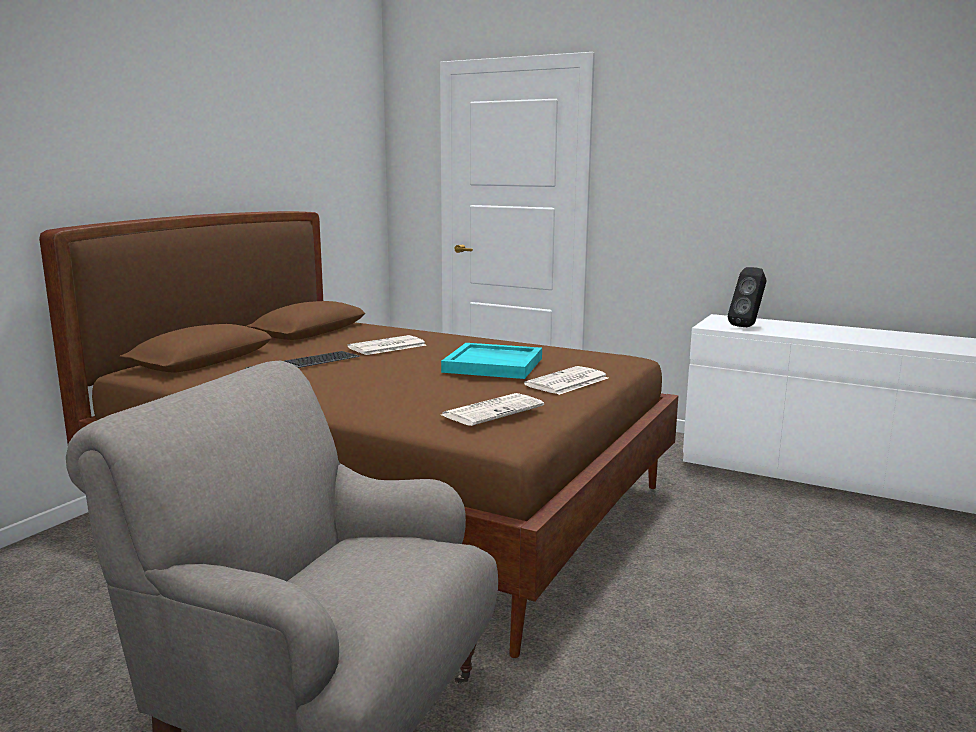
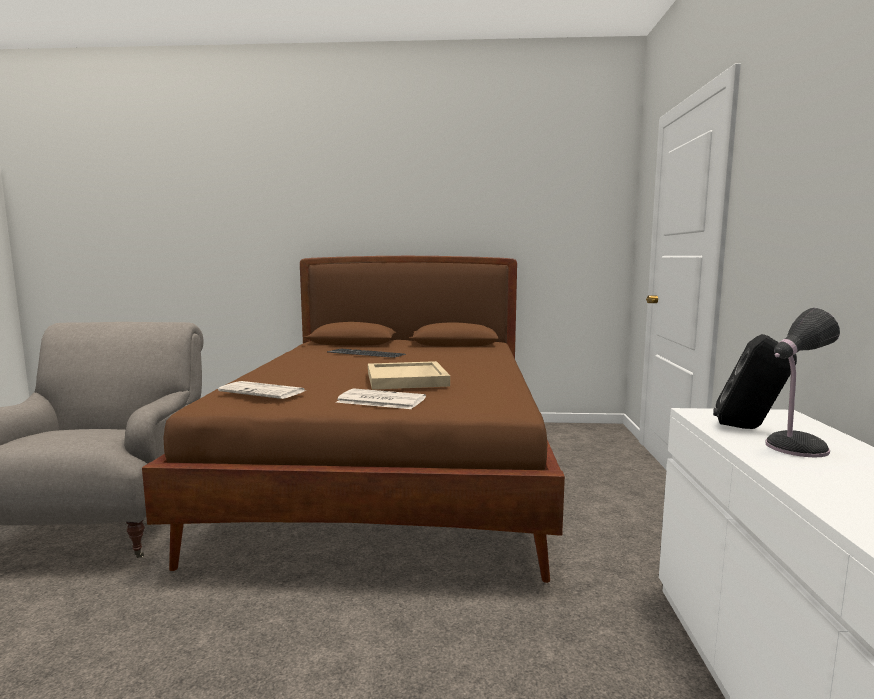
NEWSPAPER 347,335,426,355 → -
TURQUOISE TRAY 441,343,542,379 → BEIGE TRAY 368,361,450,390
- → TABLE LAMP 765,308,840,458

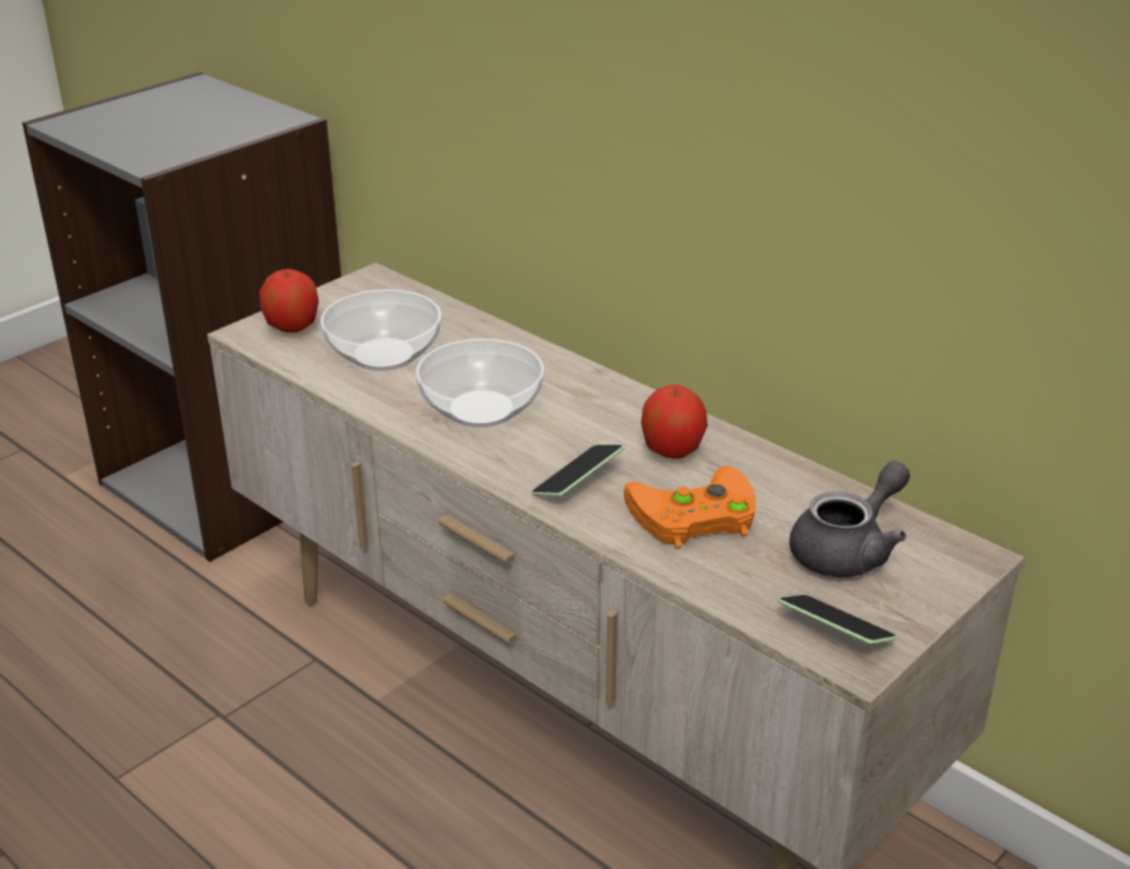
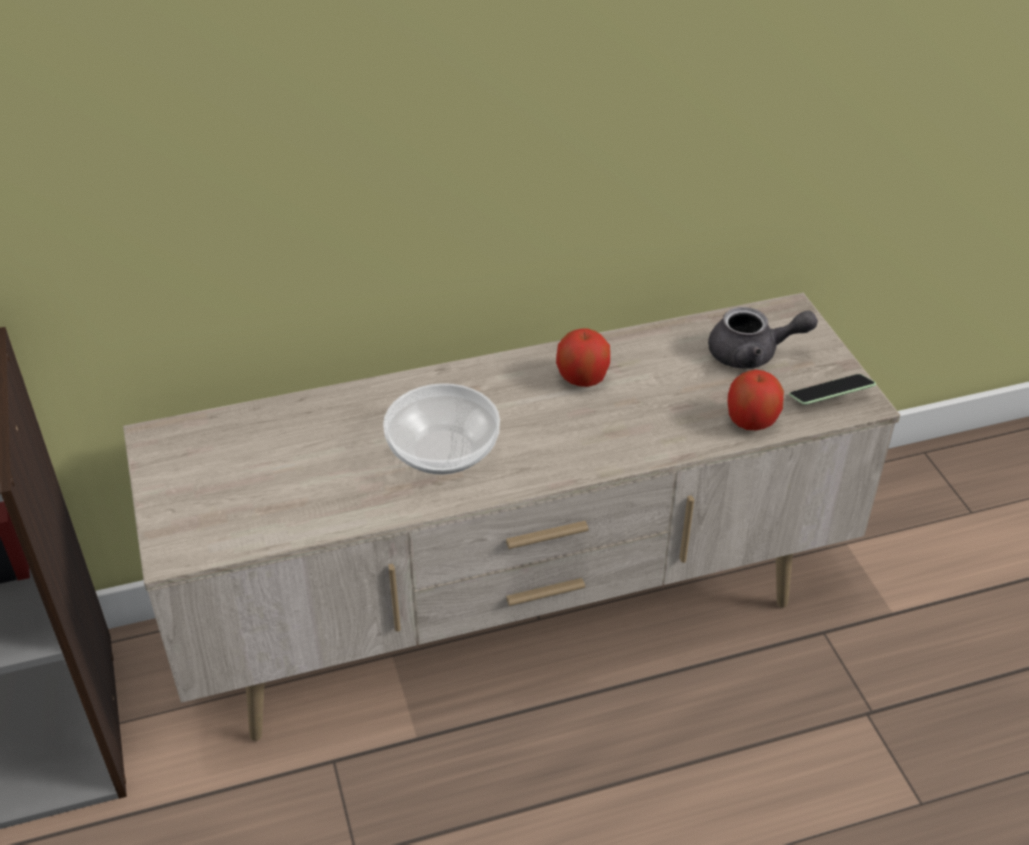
APPLE 259,269,319,333 → APPLE 728,369,784,430, shifted
BOWL 320,289,441,371 → -
PHONE 531,445,624,496 → -
GREY TEAPOT 790,461,910,578 → GREY TEAPOT 708,307,818,369, 105 degrees clockwise
ORANGE GAME CONTROLLER 624,466,756,549 → -

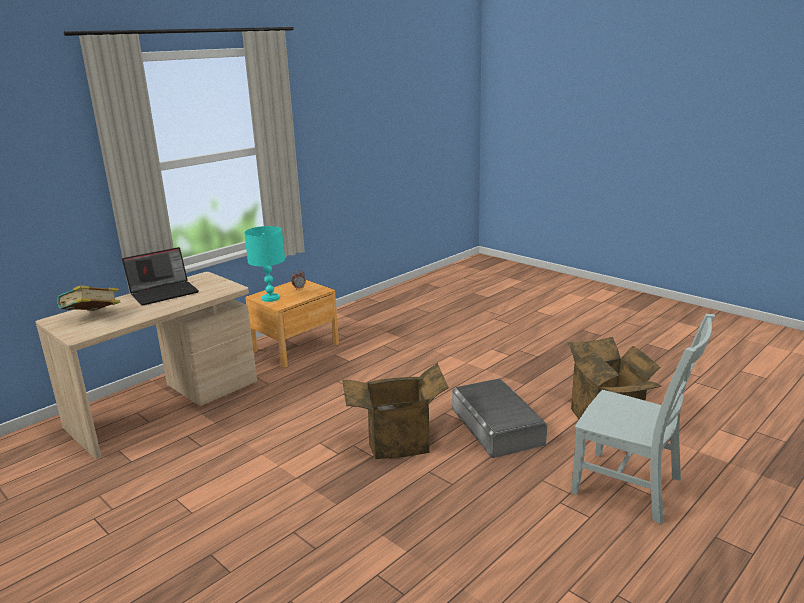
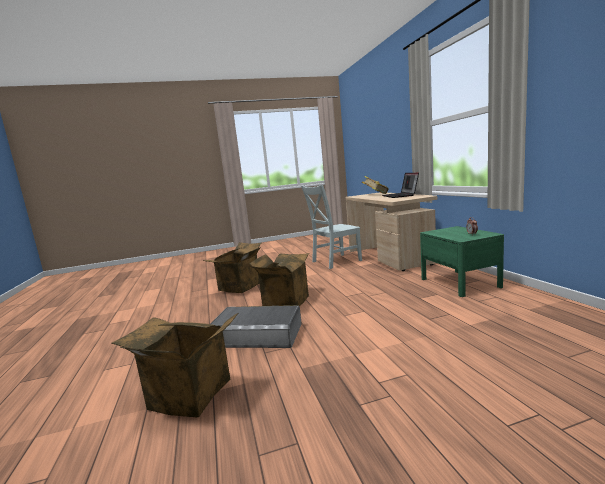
TURQUOISE TABLE LAMP 244,226,285,302 → -
BROWN NIGHTSTAND 245,279,339,368 → GREEN NIGHTSTAND 420,226,504,297
GREY CHAIR 571,314,715,524 → GREY CHAIR 301,185,362,269, shifted
- → CARDBOARD BOX 203,242,262,293

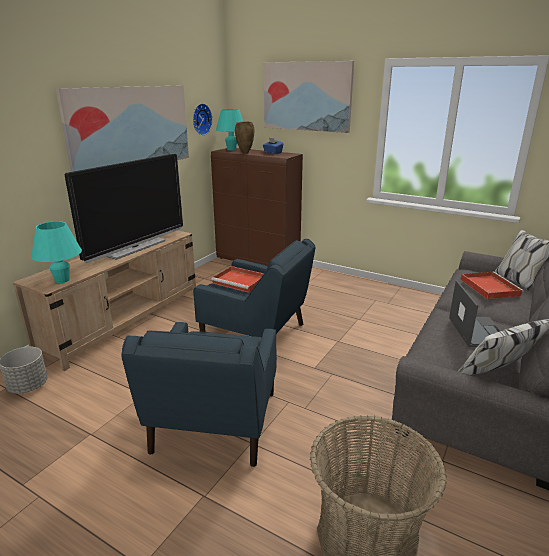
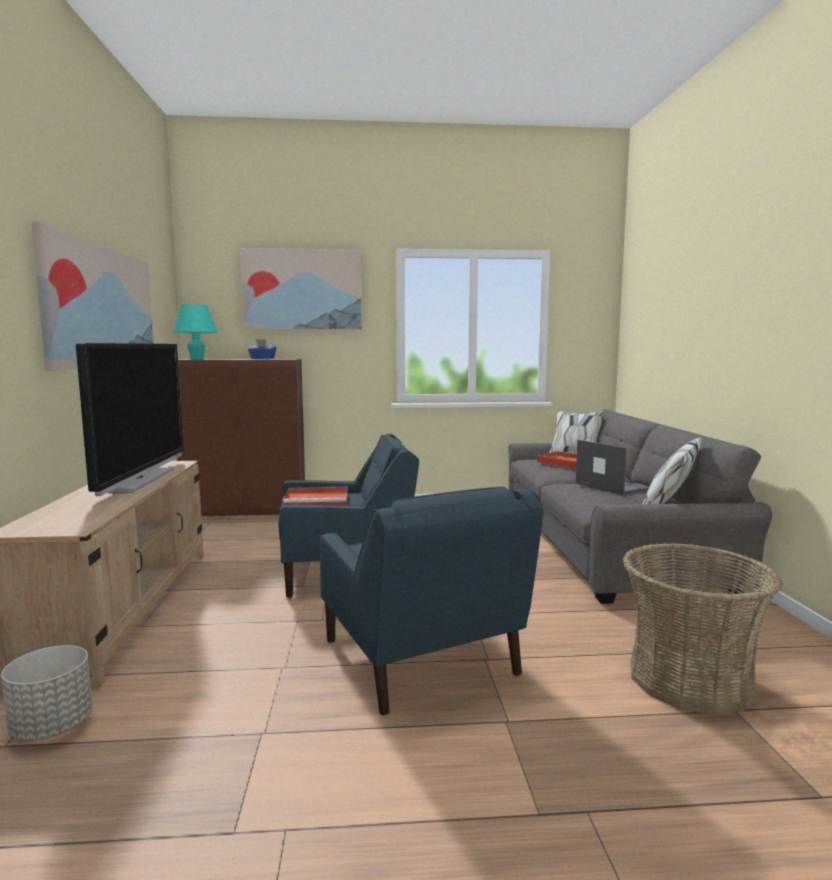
WALL CLOCK 193,103,212,135 → -
BROWN VASE 235,122,254,154 → -
TURQUOISE TABLE LAMP 31,221,82,283 → -

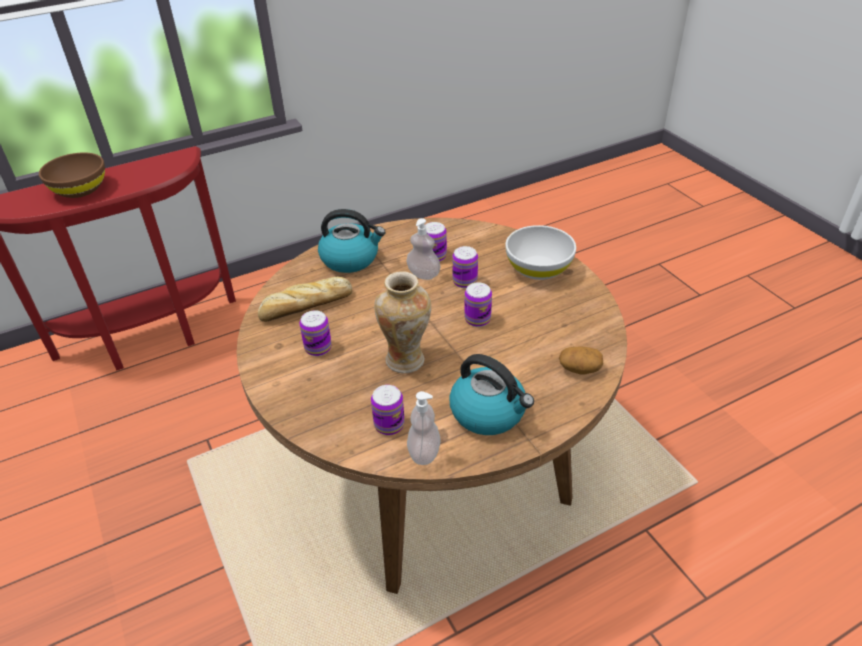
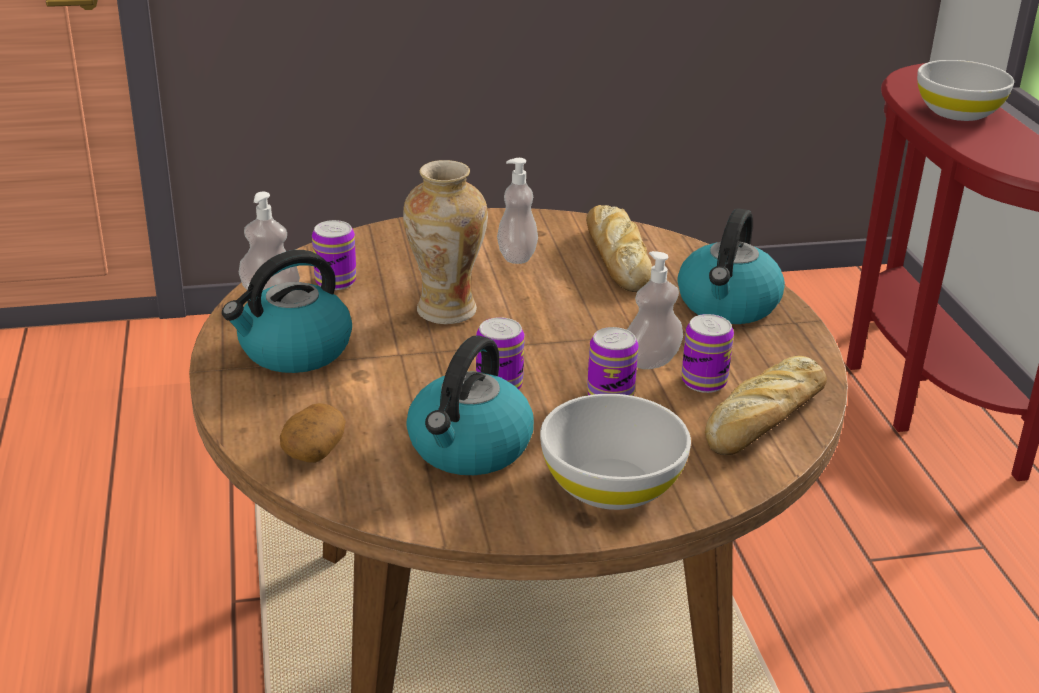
BROWN BOWL 39,152,105,198 → WHITE BOWL 917,60,1014,121
CAN 299,310,332,356 → SOAP DISPENSER 497,158,538,264
- → KETTLE 406,335,534,475
- → BREAD 705,356,827,455

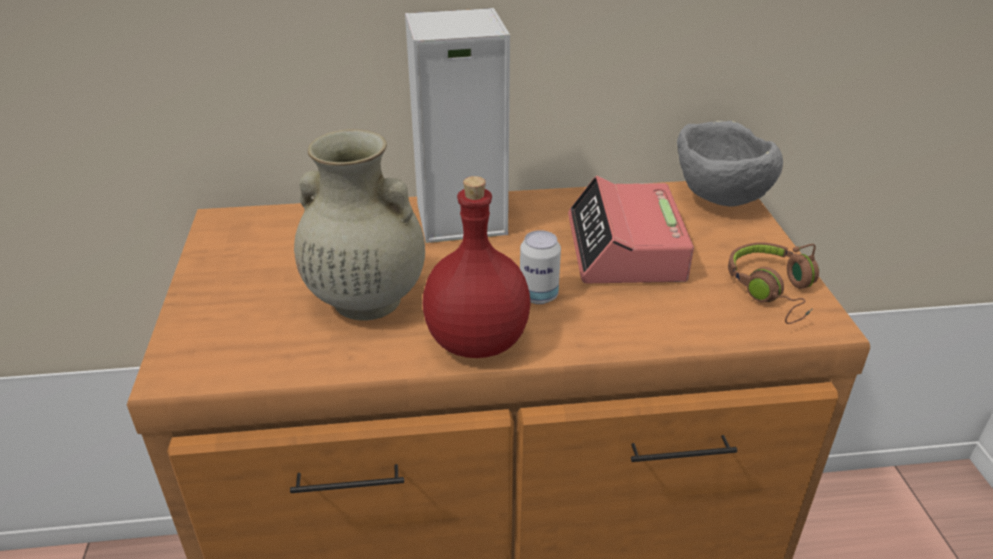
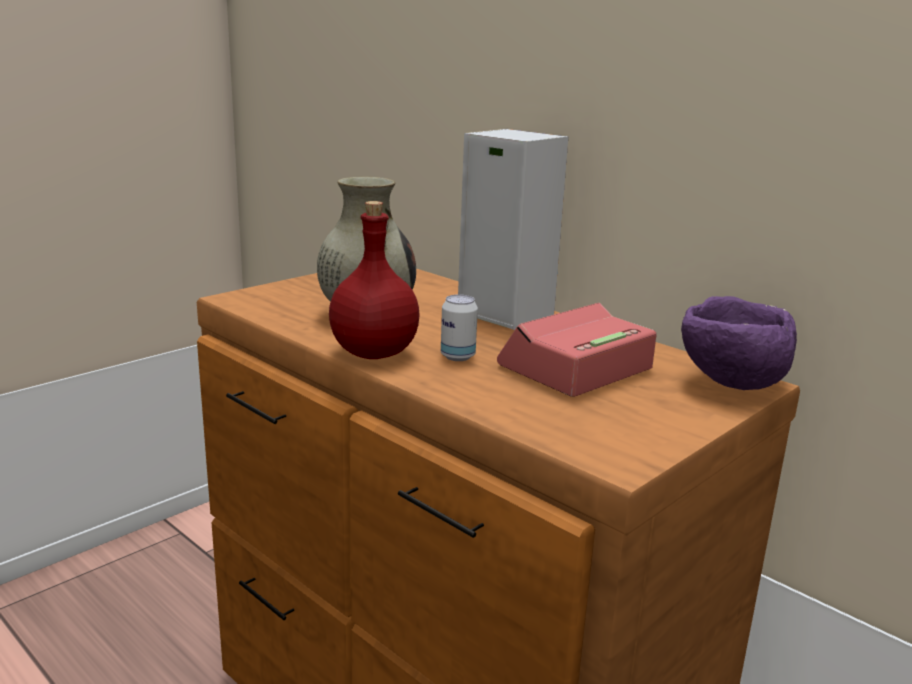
GREY BOWL 677,120,783,207 → PURPLE BOWL 681,296,797,390
BROWN HEADPHONES 728,242,819,324 → -

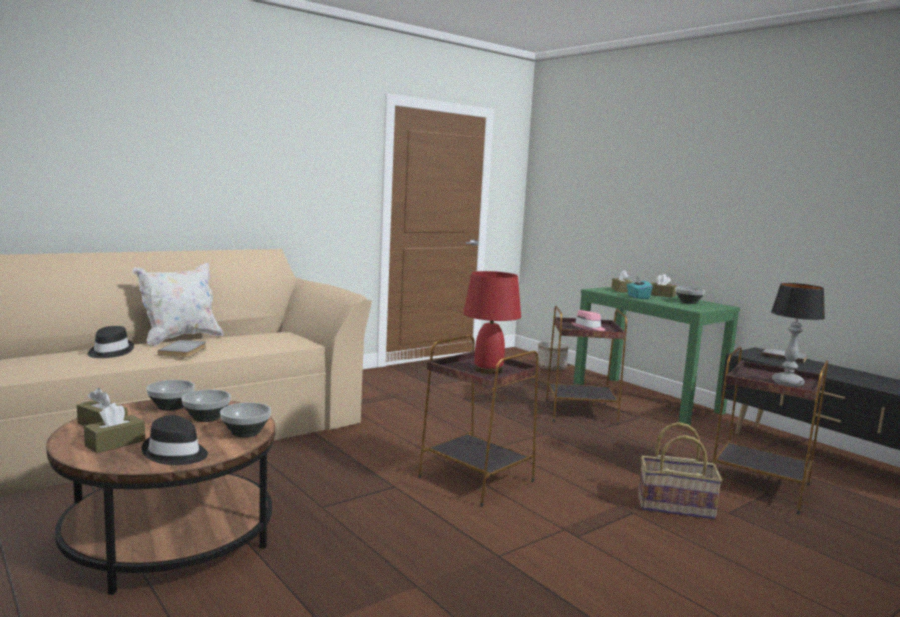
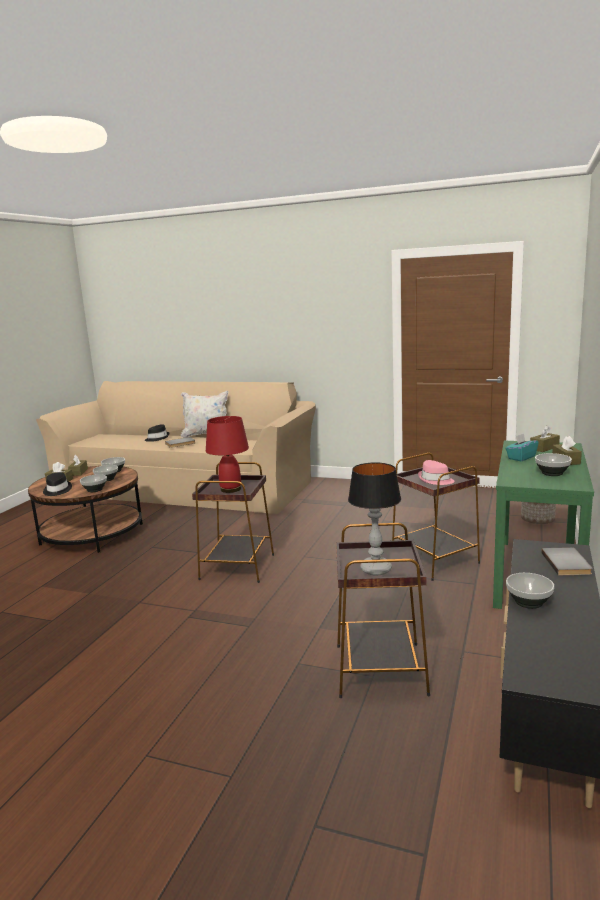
BASKET 638,422,722,520 → -
- → BOWL 506,573,554,609

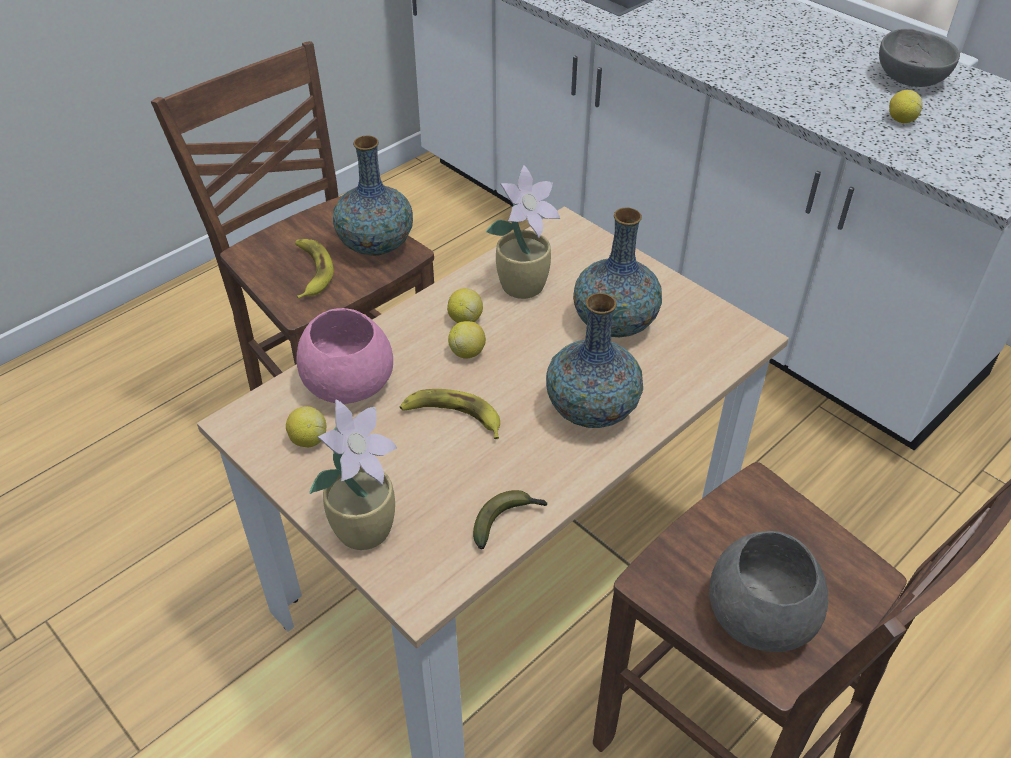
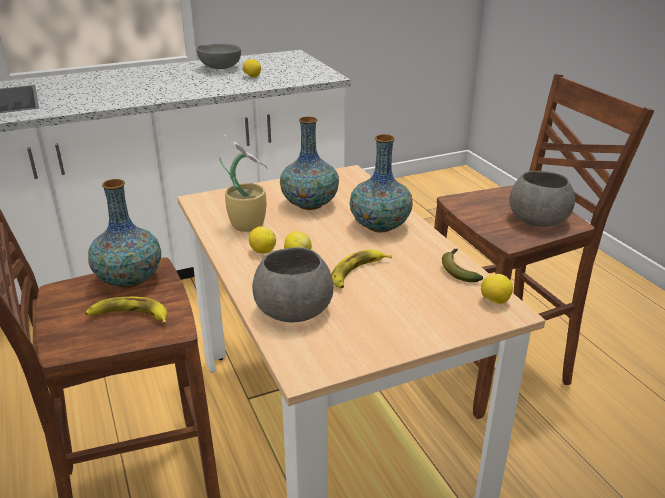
PINK BOWL 297,308,393,404 → GREY BOWL 252,247,333,322
POTTED PLANT 309,399,397,550 → -
LEMON 286,406,327,447 → LEMON 481,274,513,304, shifted

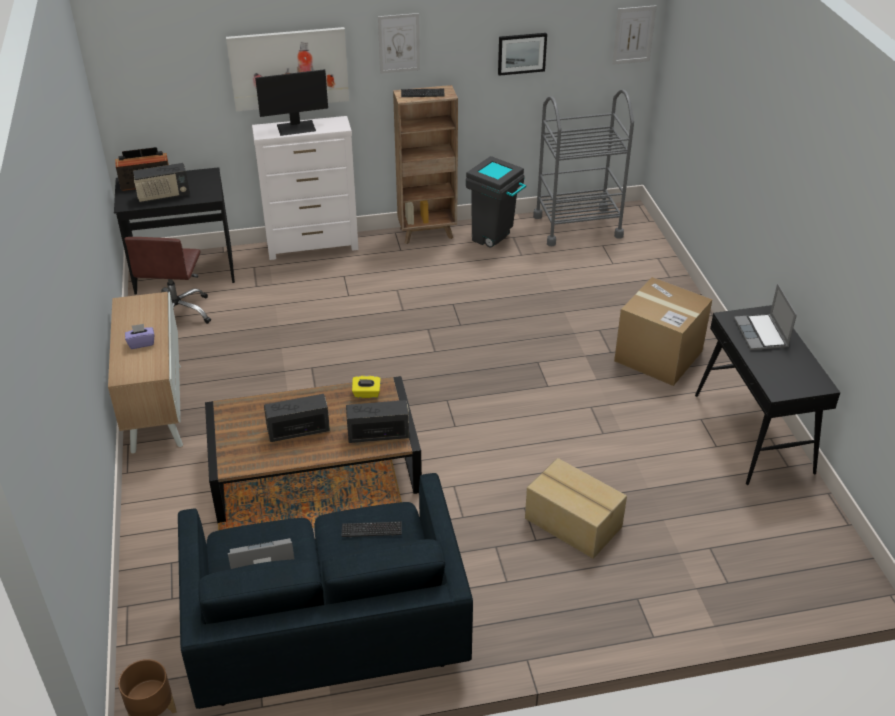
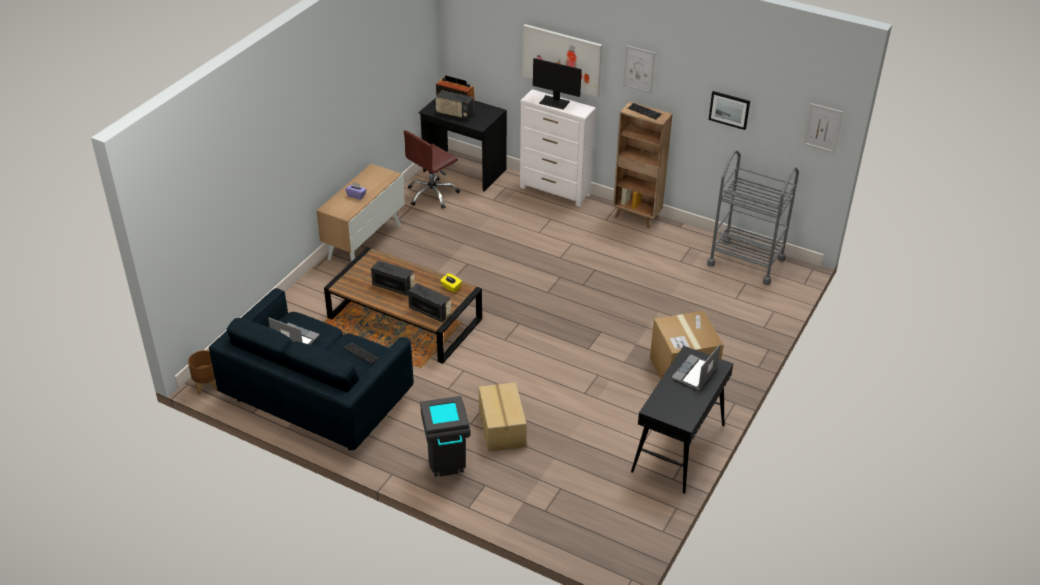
GREY TRASH CAN 466,156,526,248 → GREY TRASH CAN 420,396,471,476, shifted

